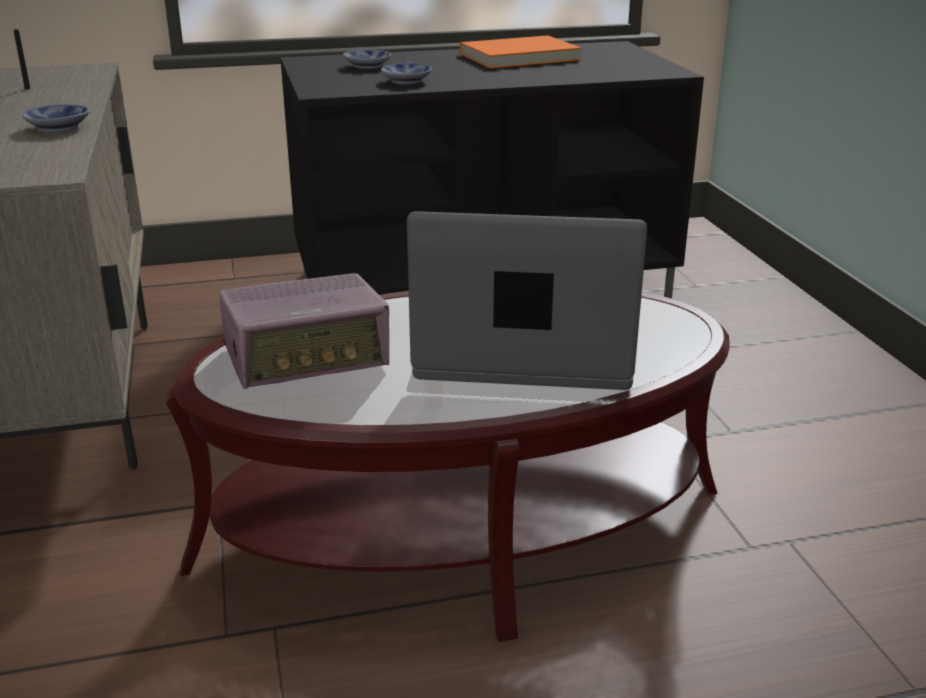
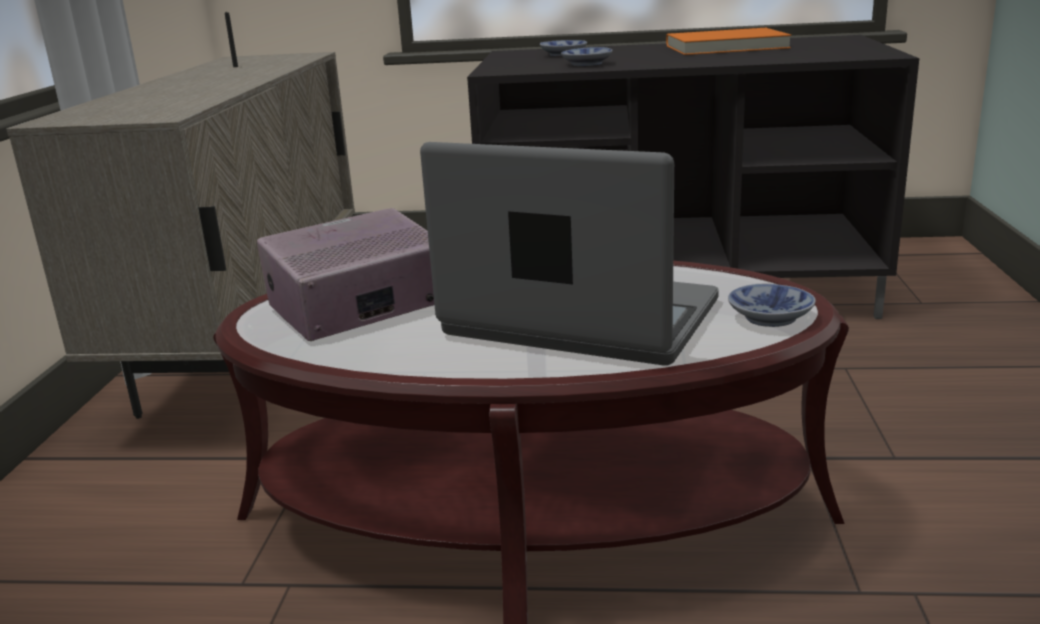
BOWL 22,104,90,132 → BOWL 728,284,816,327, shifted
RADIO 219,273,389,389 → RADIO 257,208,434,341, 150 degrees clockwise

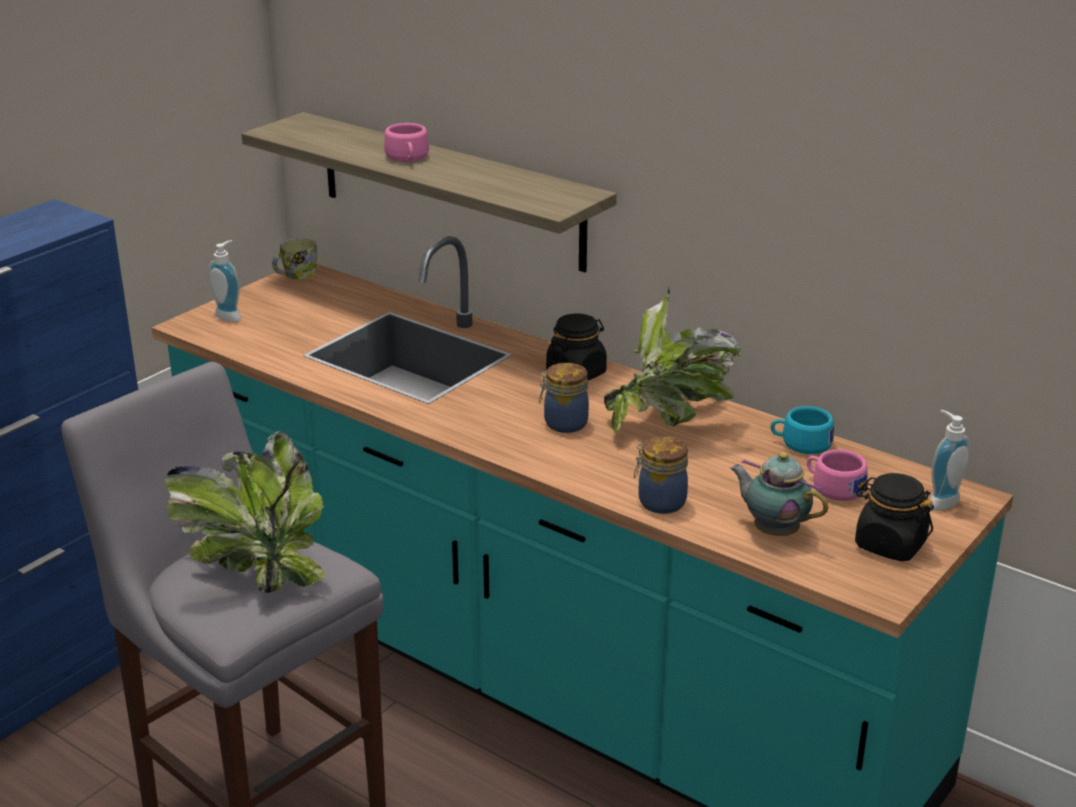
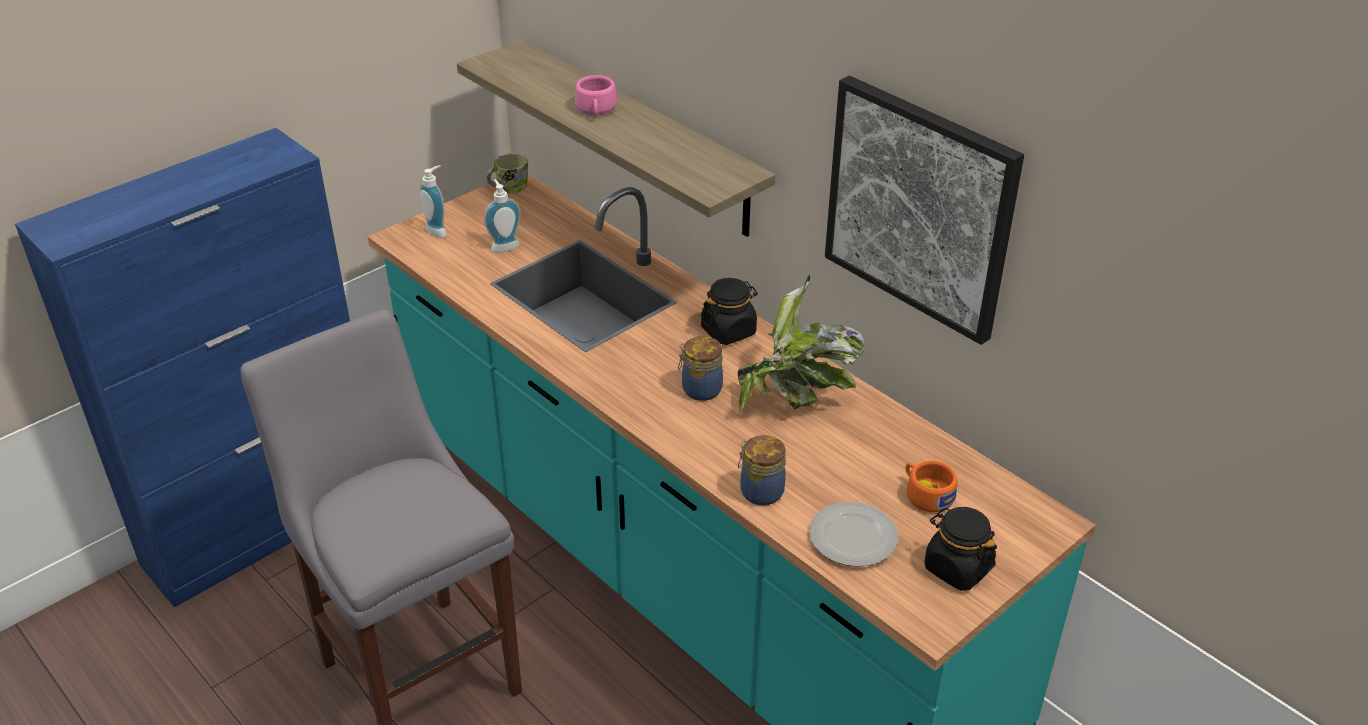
TURQUOISE CUP 770,406,834,454 → -
SOAP DISPENSER 929,410,970,511 → SOAP DISPENSER 484,179,521,253, shifted
POTTED PLANT 165,431,326,593 → -
PINK CUP 807,449,868,501 → ORANGE CUP 905,461,957,513
TEAPOT 730,452,828,536 → PLATE 809,502,898,567
- → PICTURE 825,76,1024,345

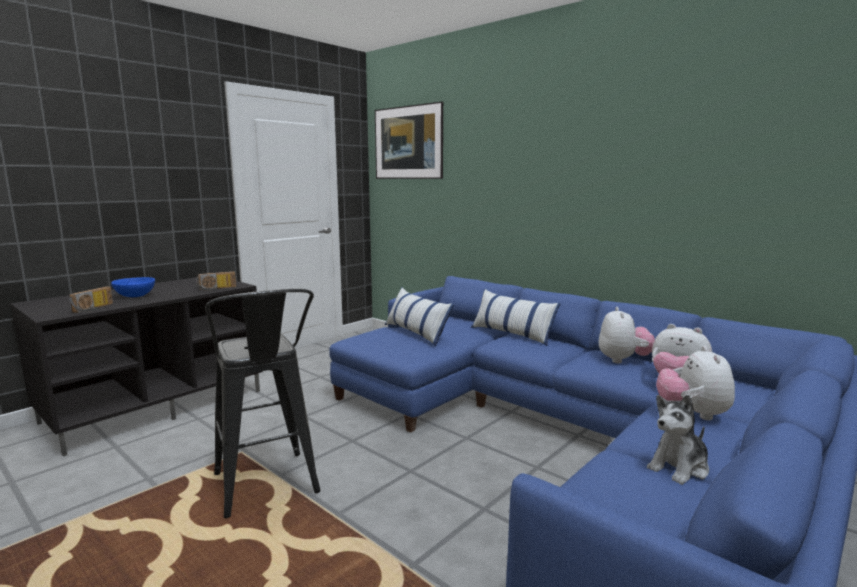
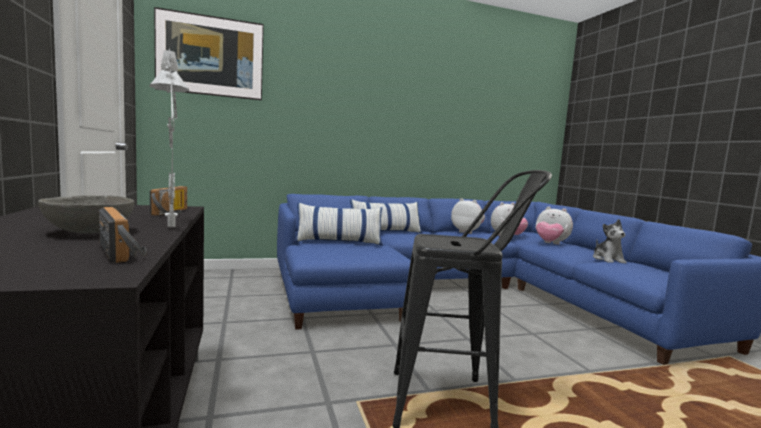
BLUE BOWL 111,277,155,297 → GREY BOWL 38,195,134,233
- → GREY TABLE LAMP 149,49,189,227

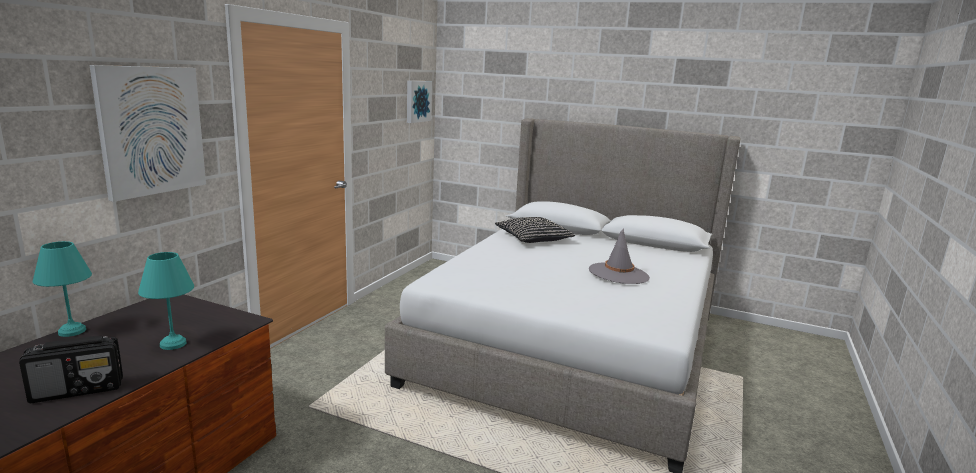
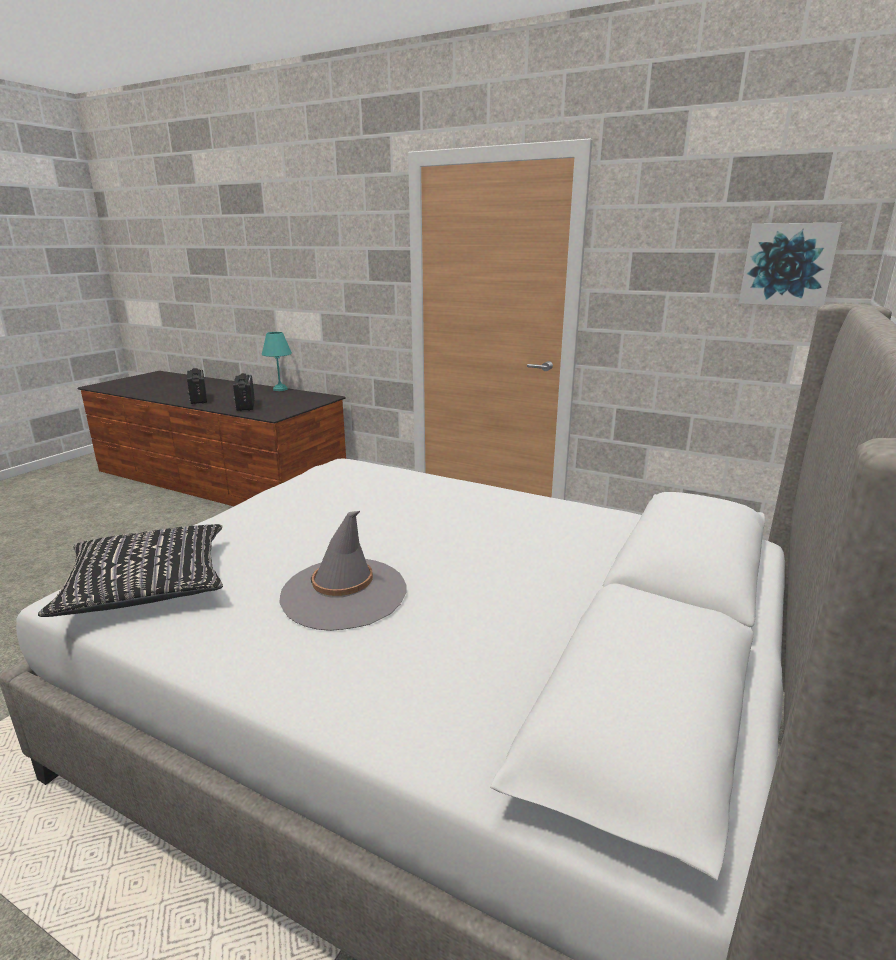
PICTURE 89,65,206,202 → -
BLACK PILLOW 495,217,575,243 → BLACK PILLOW 38,524,223,617, shifted
TURQUOISE TABLE LAMP 138,252,194,350 → RADIO 233,373,255,411

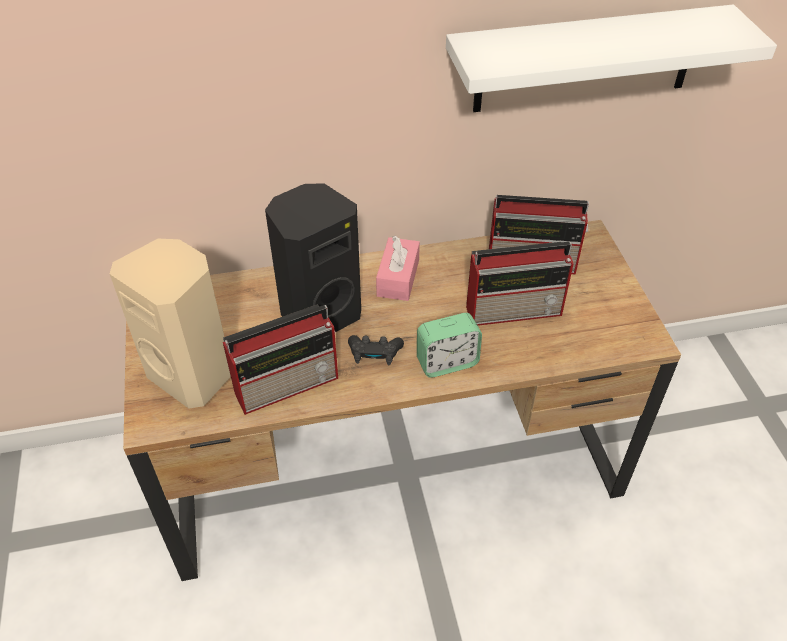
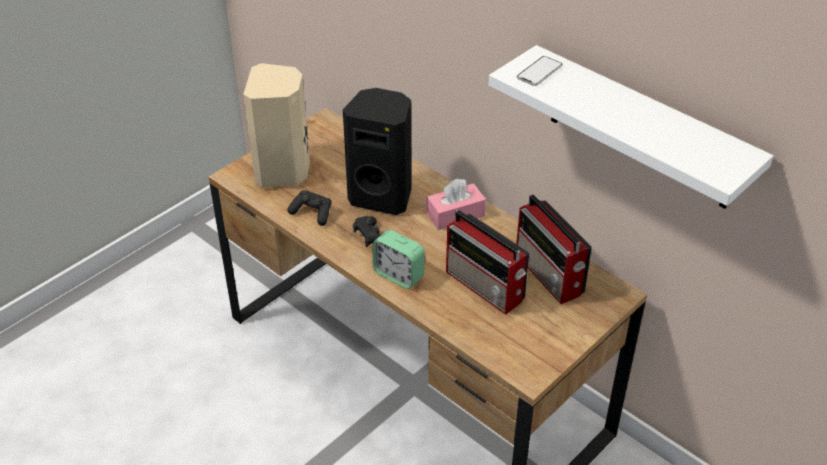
RADIO 223,305,338,415 → BLACK GAME CONTROLLER 288,190,331,226
- → PHONE 516,56,563,86

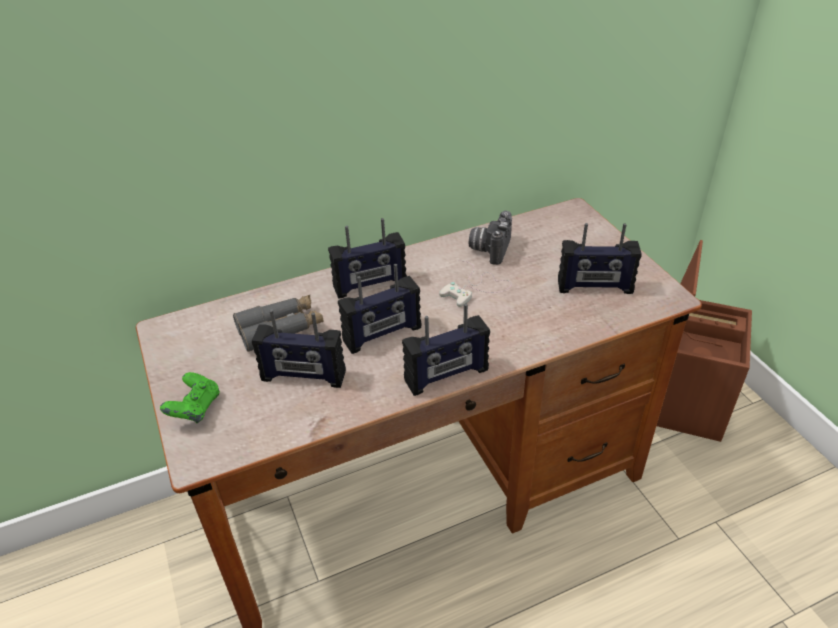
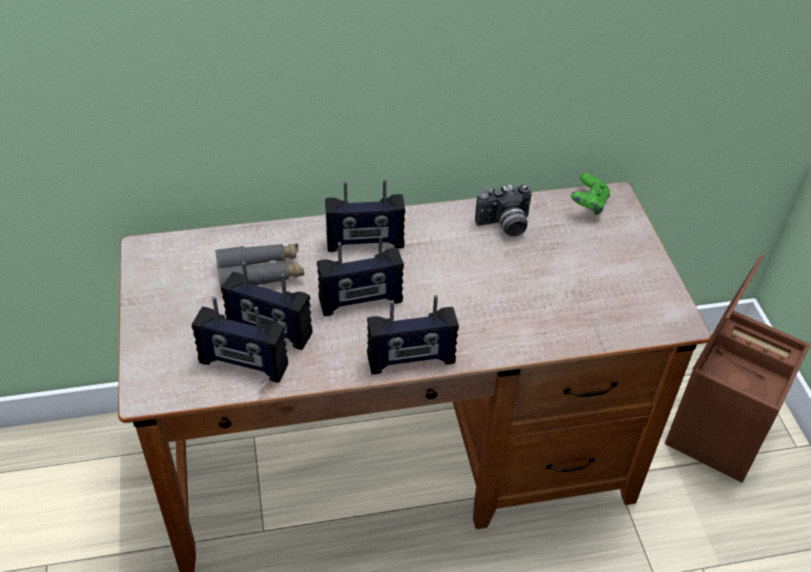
PHOTO CAMERA 469,211,512,265 → PHOTO CAMERA 475,184,532,237, 135 degrees counterclockwise
RADIO 558,223,642,294 → RADIO 192,297,288,383, shifted
WHITE GAME CONTROLLER 439,261,512,307 → -
GREEN GAME CONTROLLER 160,372,220,423 → GREEN GAME CONTROLLER 571,173,610,215, shifted

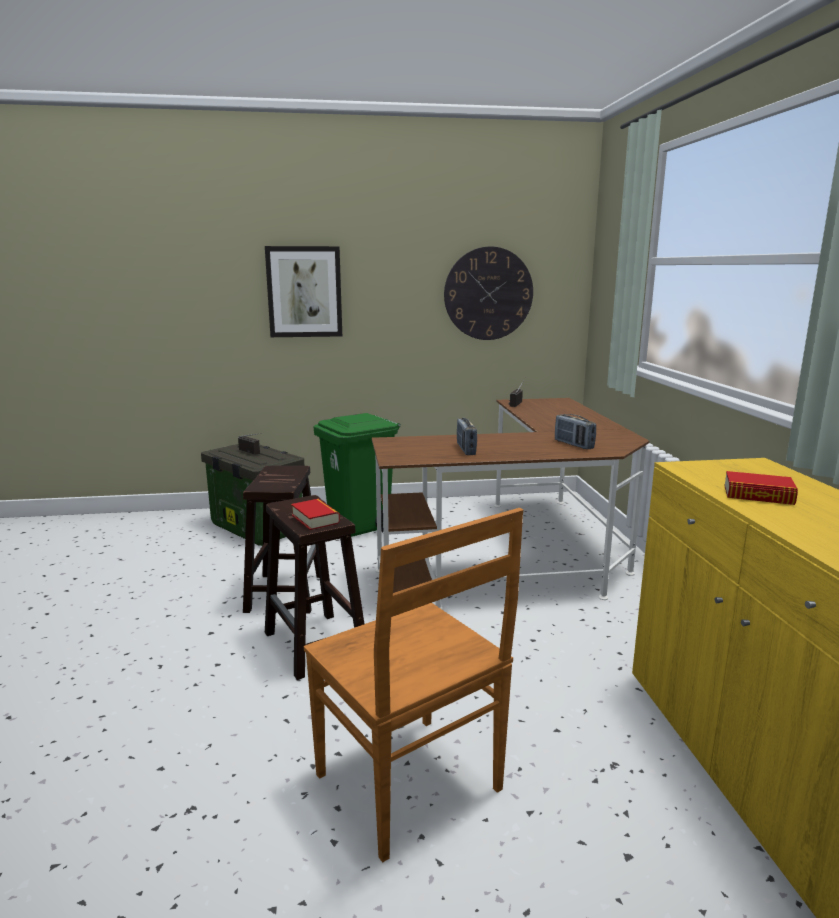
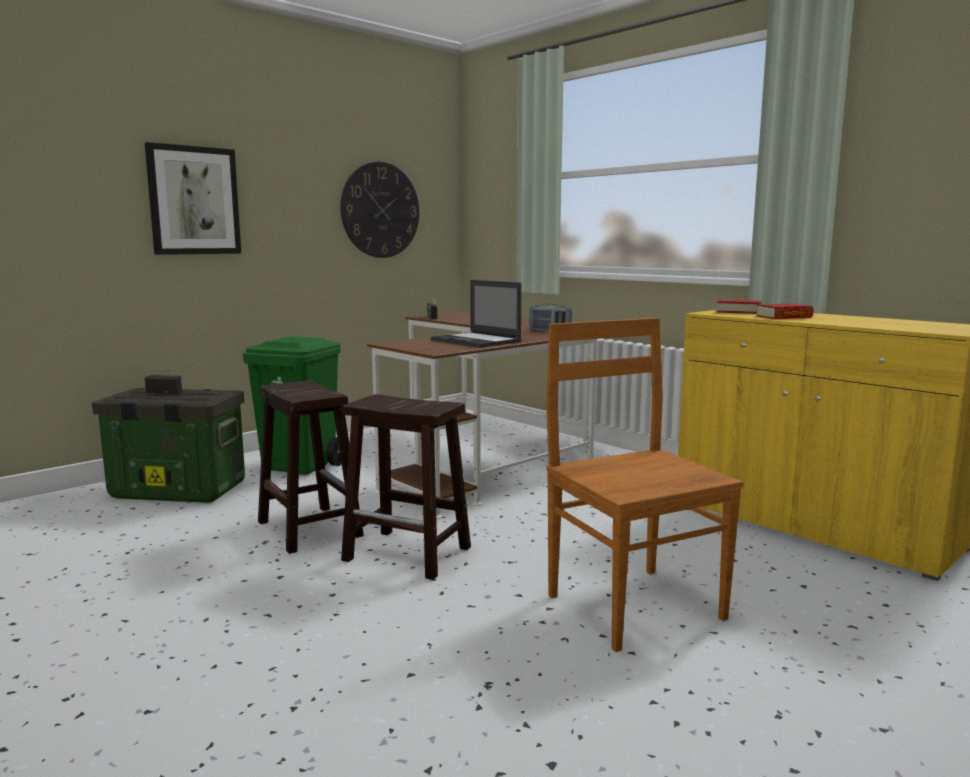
RADIO 457,418,477,455 → LAPTOP 431,280,522,348
BOOK 291,499,340,530 → BOOK 717,299,762,314, shifted
BROWN CHAIR 304,508,523,862 → BROWN CHAIR 546,318,744,652, 135 degrees counterclockwise

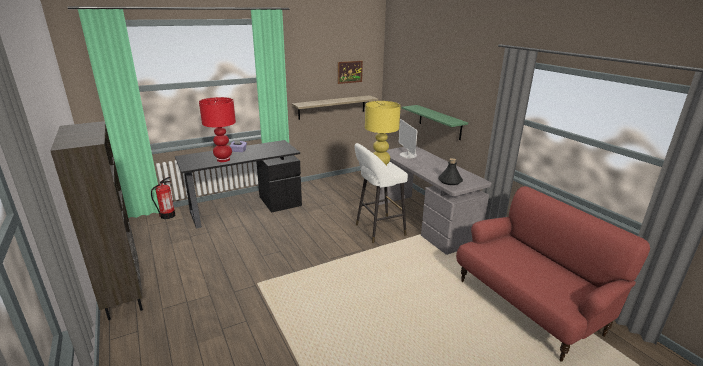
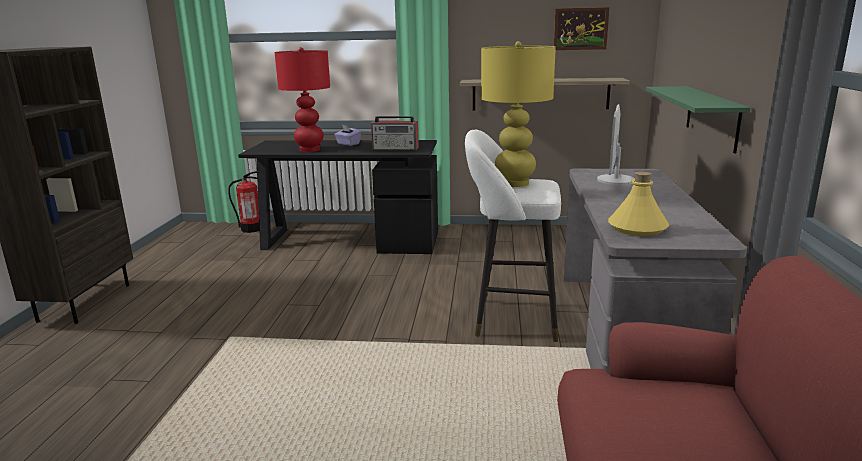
BLACK BOTTLE 438,158,463,185 → YELLOW BOTTLE 608,171,669,236
- → RADIO 371,116,419,150

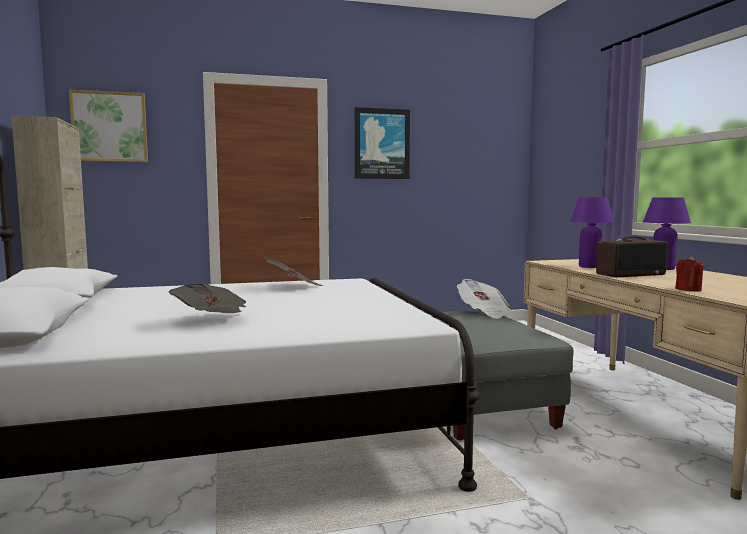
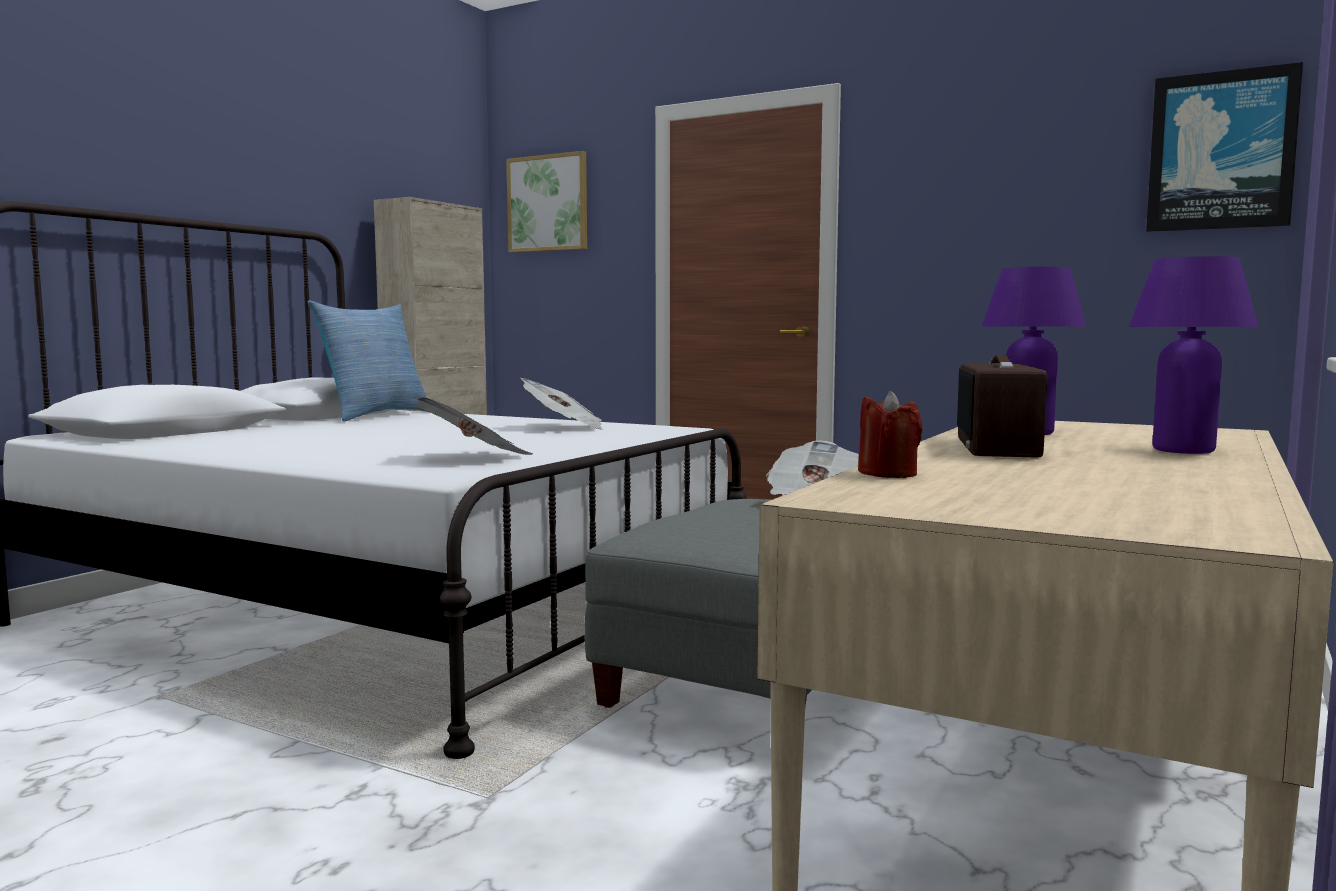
PICTURE 355,107,410,179 → PICTURE 1146,62,1303,232, shifted
RADIO 596,236,668,277 → RADIO 957,355,1047,457, 75 degrees clockwise
NEWSPAPER 168,283,246,313 → NEWSPAPER 414,397,533,455, shifted
- → PILLOW 308,301,428,422

